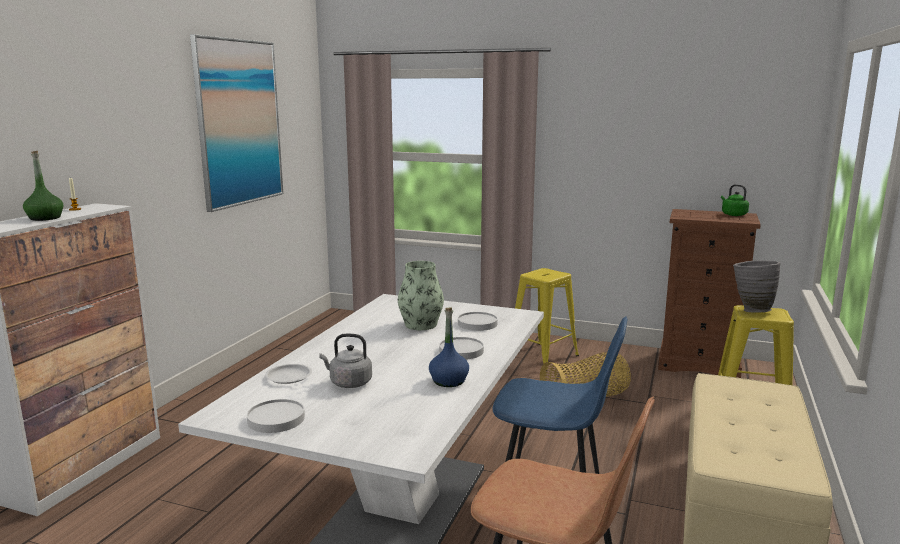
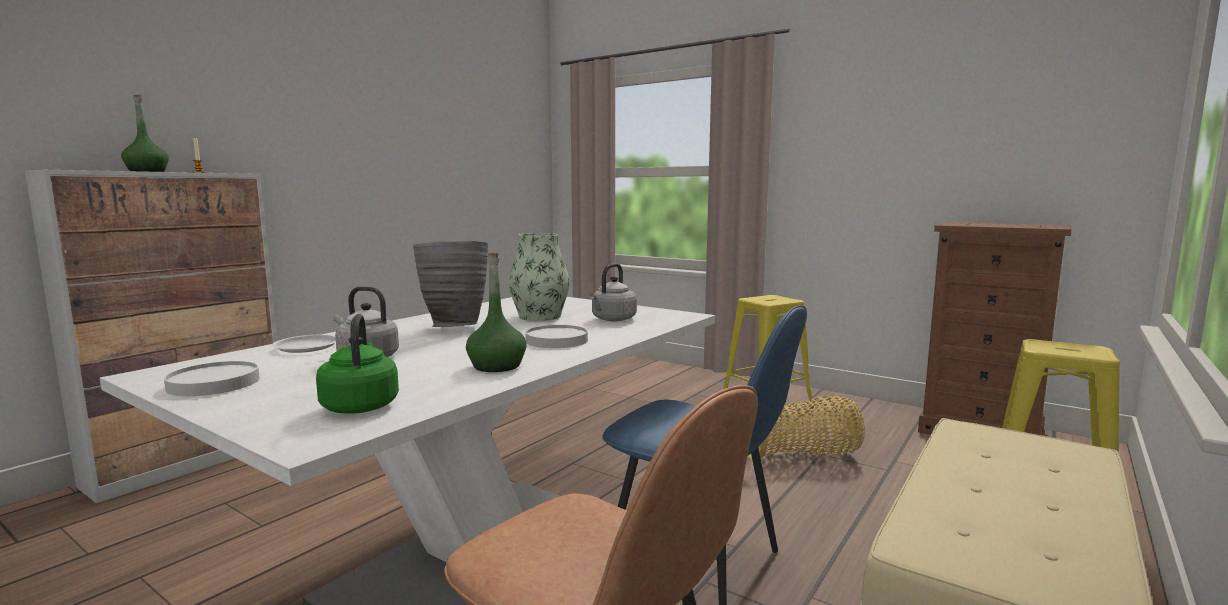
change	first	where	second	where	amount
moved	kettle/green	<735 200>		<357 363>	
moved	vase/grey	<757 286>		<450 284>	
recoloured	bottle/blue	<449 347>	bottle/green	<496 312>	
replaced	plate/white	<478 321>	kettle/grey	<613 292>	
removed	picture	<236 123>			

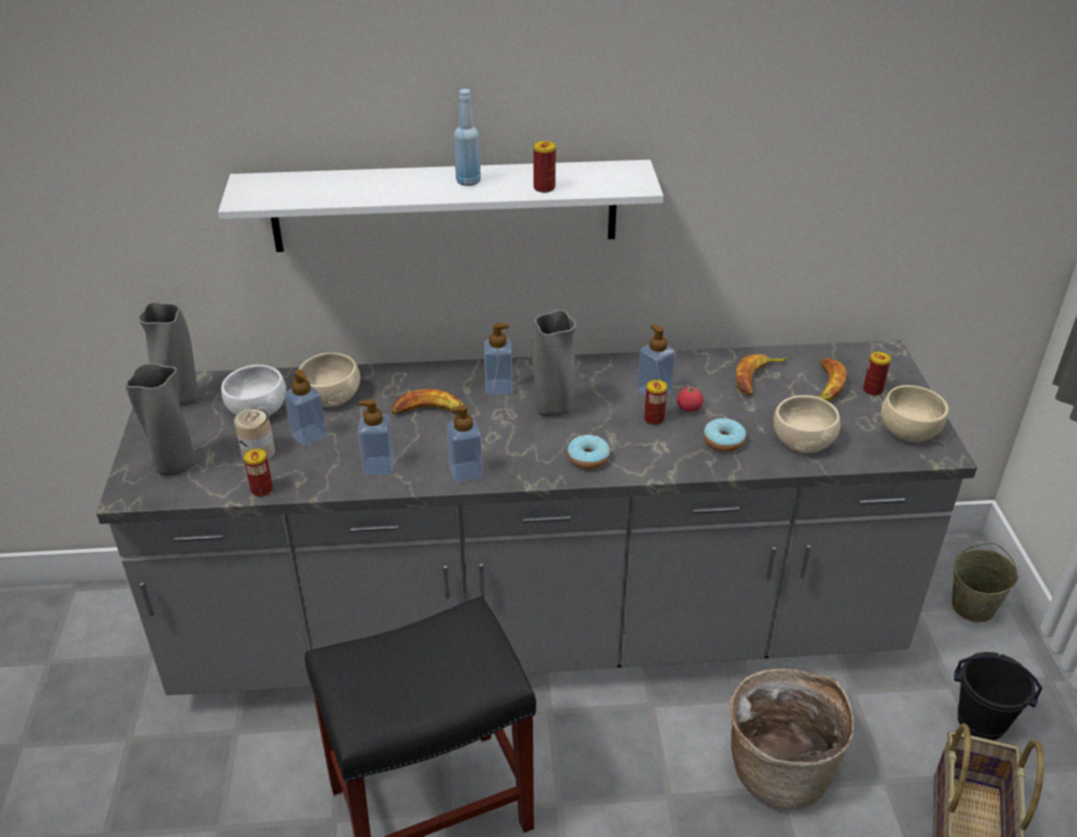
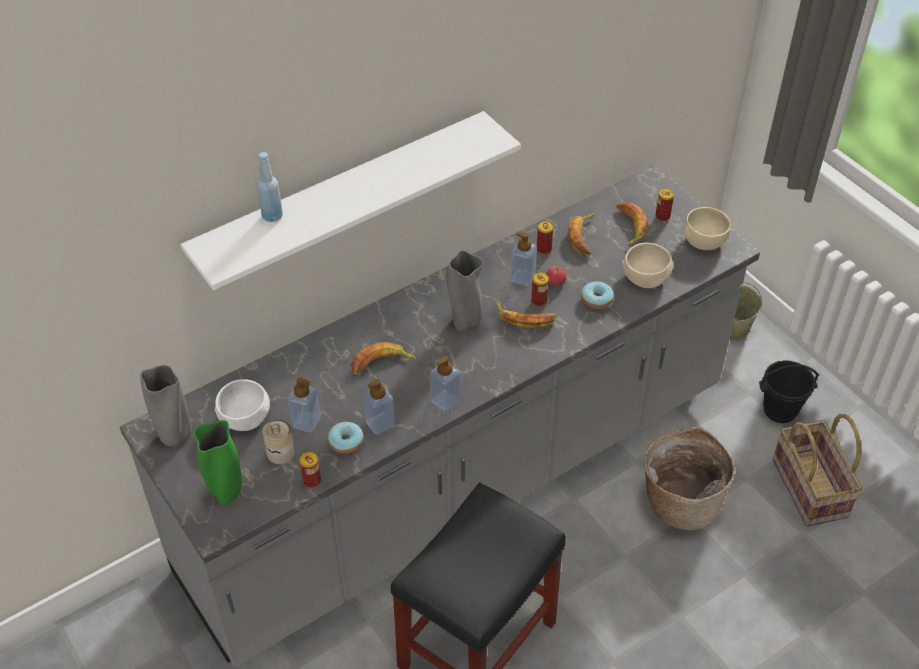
change	first	where	second	where	amount
recoloured	vase/grey	<160 419>	vase/green	<218 462>	
moved	bottle/blue	<467 137>		<270 187>	
moved	donut	<588 452>		<346 438>	
added			banana	<525 314>	
moved	can	<544 167>		<545 238>	
removed	bowl/beige	<329 380>			
removed	soap dispenser	<498 359>			

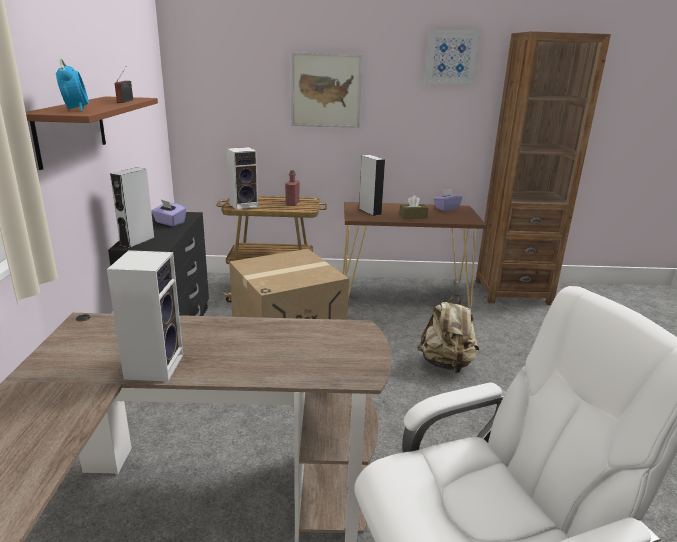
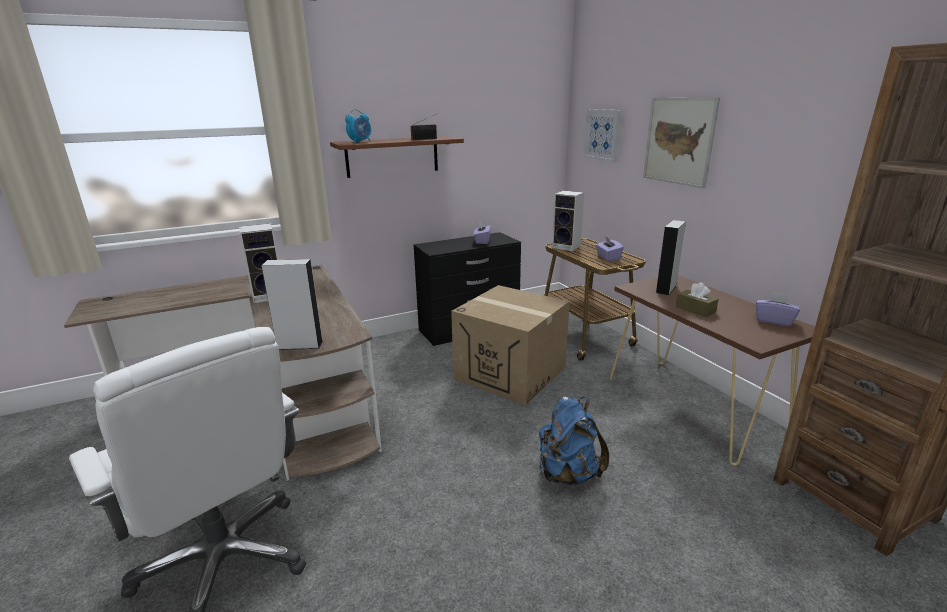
change	first	where	second	where	amount
moved	speaker/grey	<132 207>		<292 304>	
recoloured	backpack/beige	<448 334>	backpack/blue	<574 440>	
moved	picture	<452 57>		<603 136>	
replaced	bottle/red	<292 188>	tissue box/purple	<610 248>	

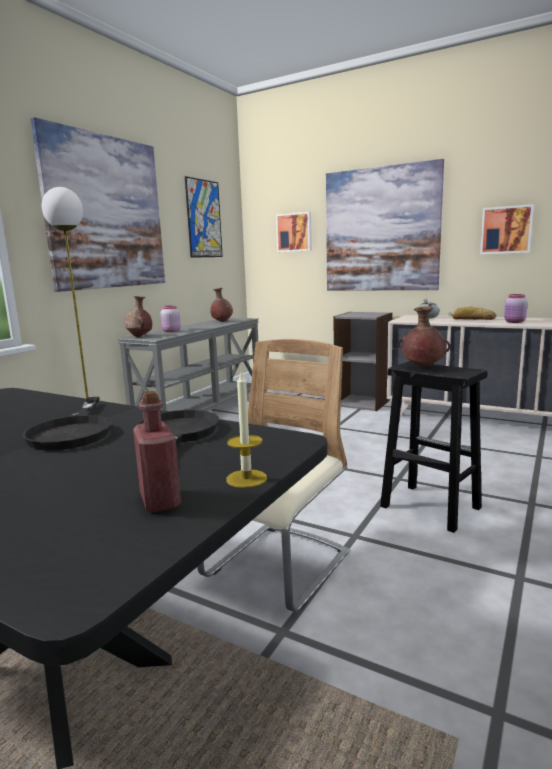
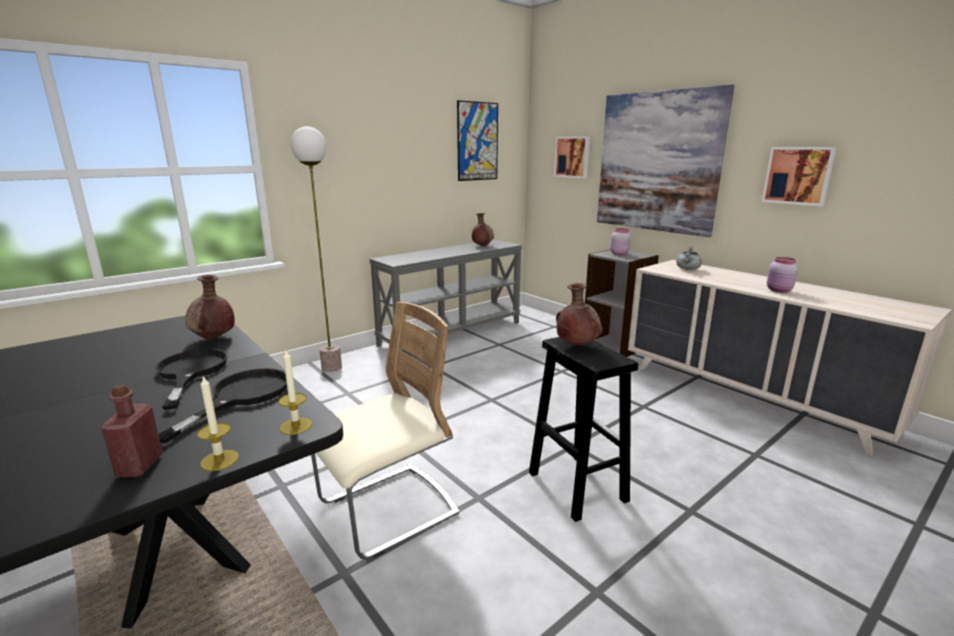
change	first	where	second	where	amount
turned	frying pan/black	<67 423>		<191 379>	150 degrees clockwise
moved	vase/brown	<138 316>		<210 307>	
added			candle	<295 392>	
moved	jar/pink	<170 318>		<621 241>	
removed	picture	<97 204>			
removed	bread	<474 313>			

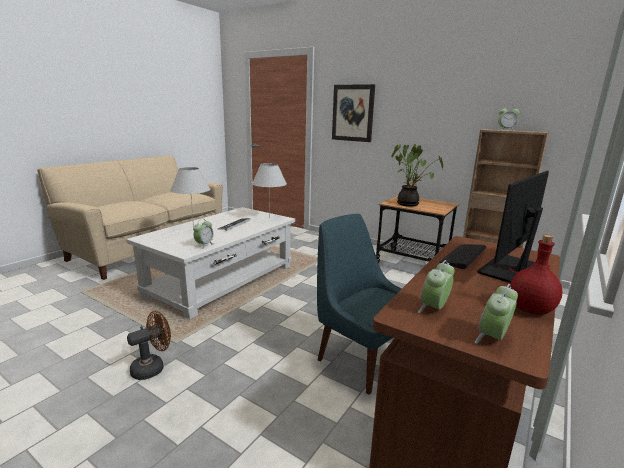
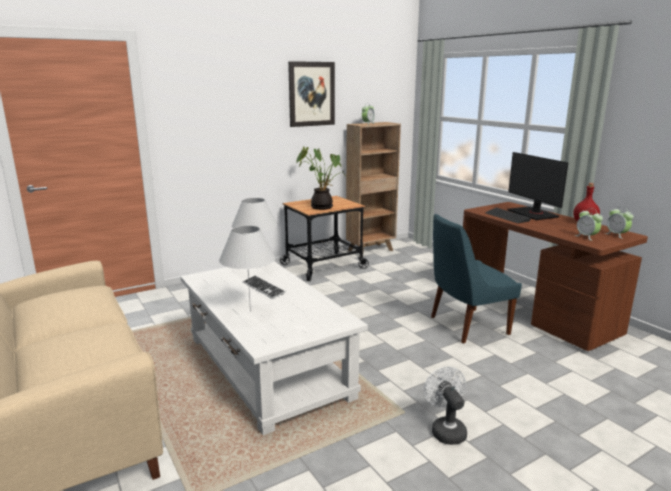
change	first	where	second	where	amount
moved	picture	<353 113>		<311 94>	
recoloured	fan/brown	<149 345>	fan/white	<445 406>	
removed	alarm clock	<204 234>			

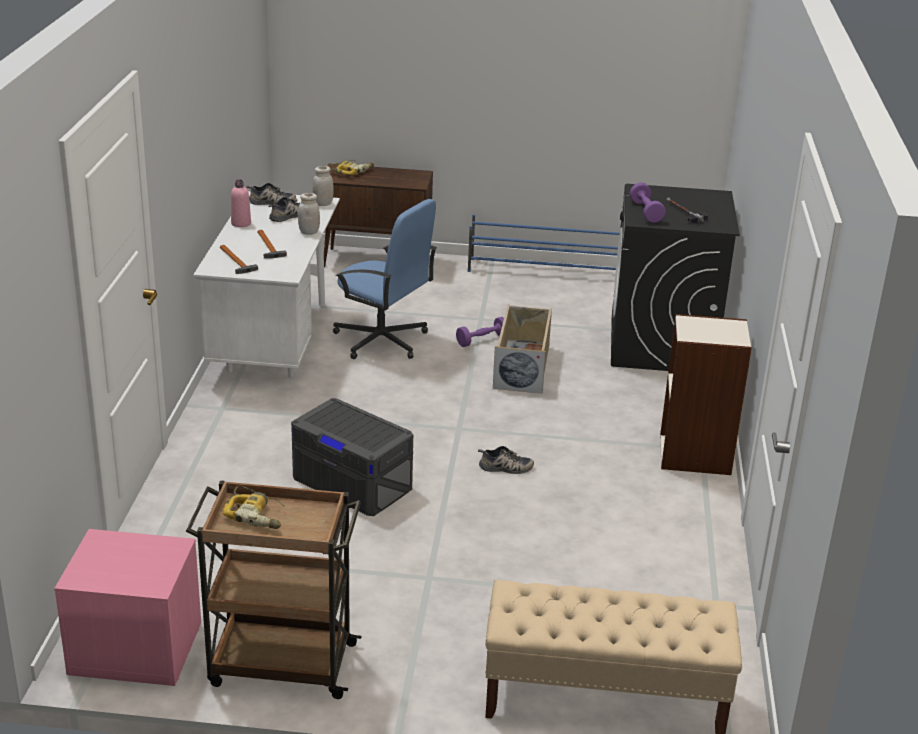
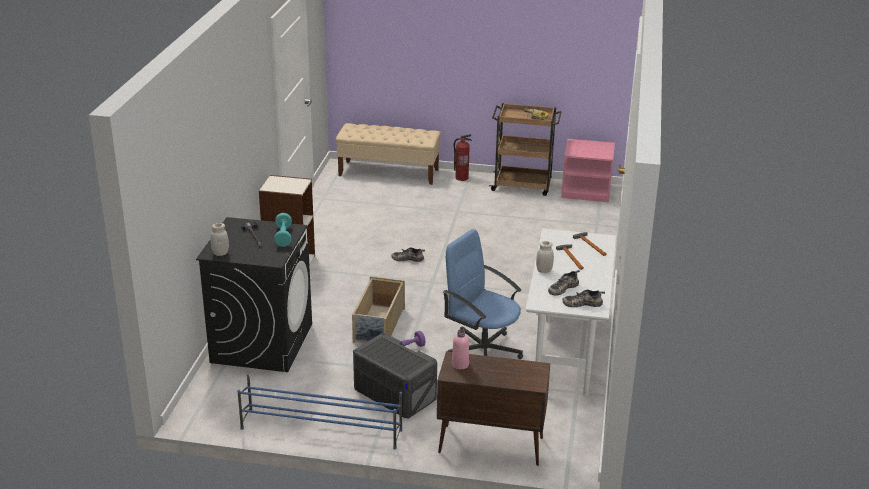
change	first	where	second	where	amount
moved	jar/white	<323 186>		<219 239>	
recoloured	dumbbell/purple	<648 203>	dumbbell/turquoise	<283 230>	
moved	storage box/grey	<352 457>		<395 375>	
moved	bottle/pink	<241 203>		<460 349>	
added			fire extinguisher	<462 157>	
removed	power drill	<351 167>			

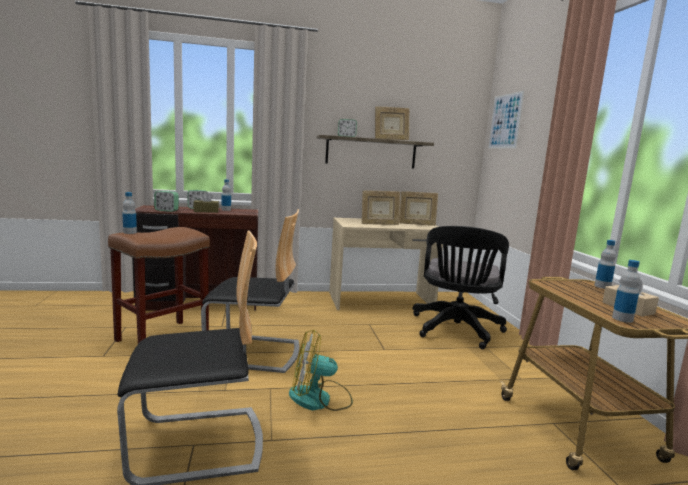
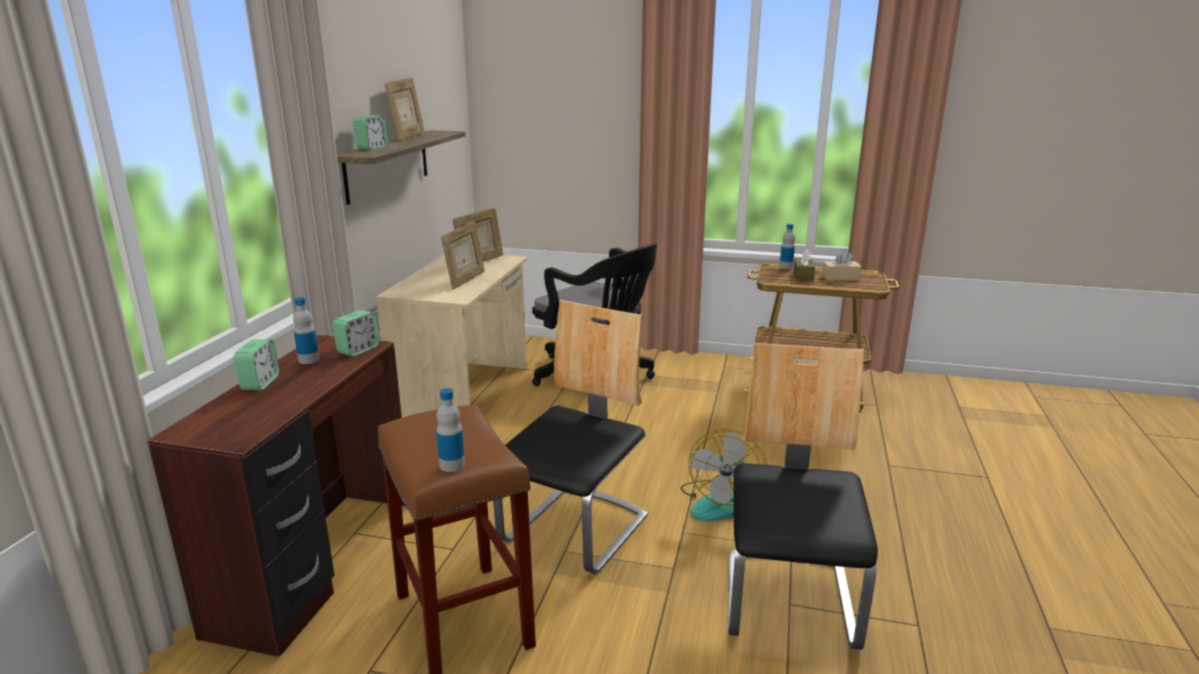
change	first	where	second	where	amount
moved	alarm clock	<166 201>		<356 333>	
moved	tissue box/brown	<206 202>		<804 265>	
removed	picture	<506 119>			
removed	bottle	<626 291>			

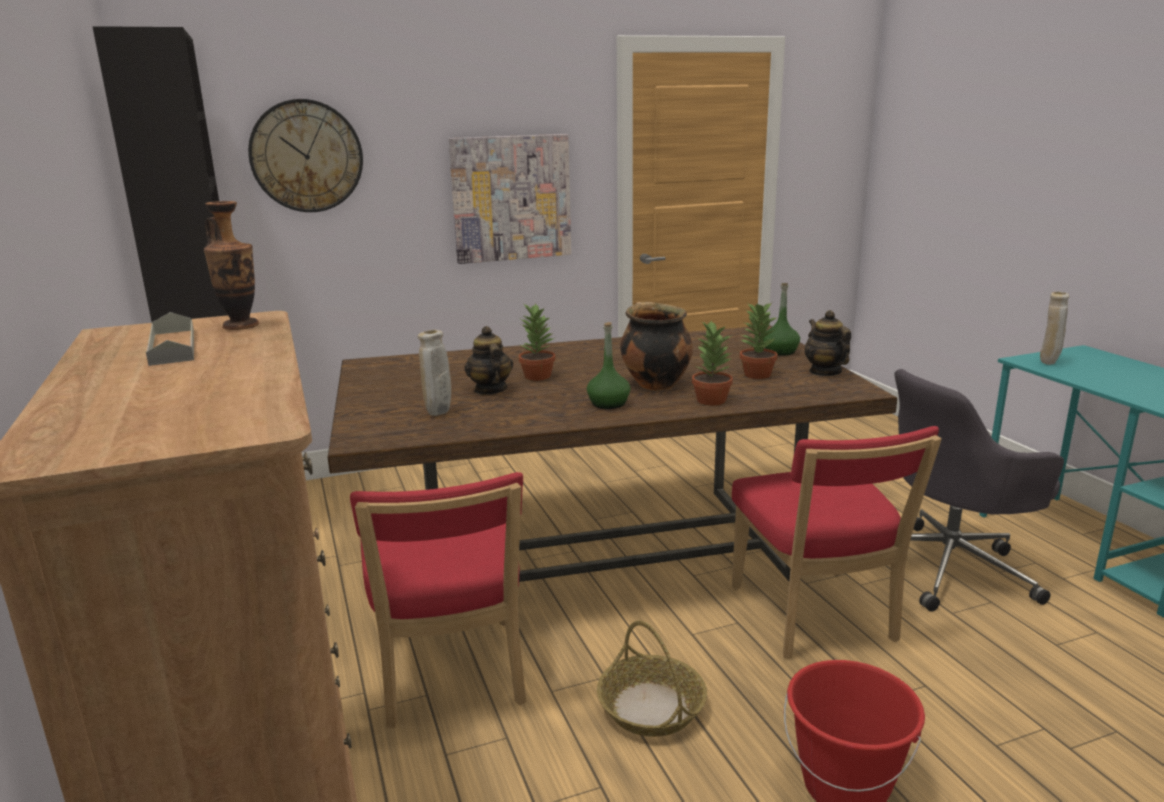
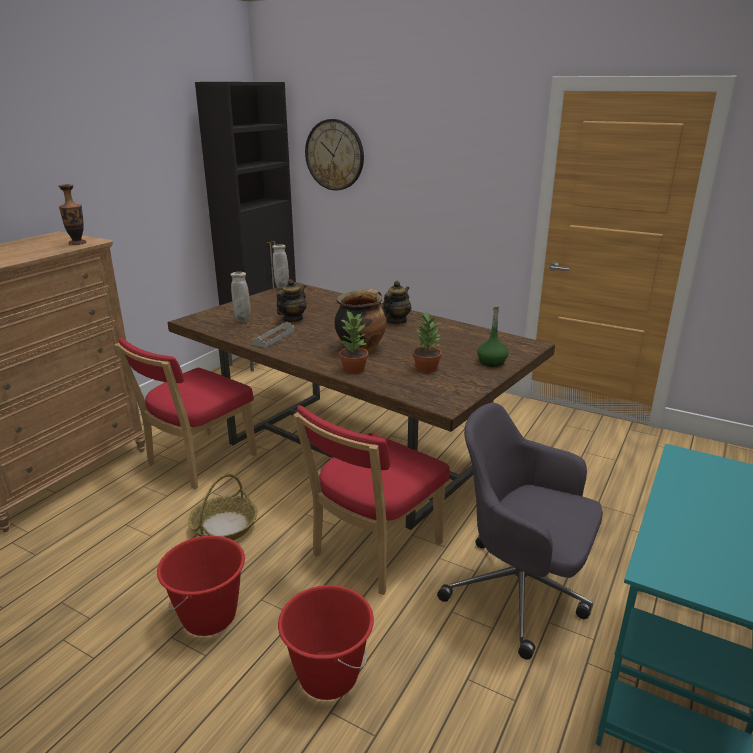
change	first	where	second	where	amount
moved	tray/grey	<170 339>		<273 335>	
moved	vase/beige	<1054 328>		<280 266>	
added			bucket/red	<326 642>	
moved	teapot	<828 343>		<396 302>	
removed	picture	<510 199>			
removed	potted plant	<537 342>			
removed	bottle/green	<609 365>			

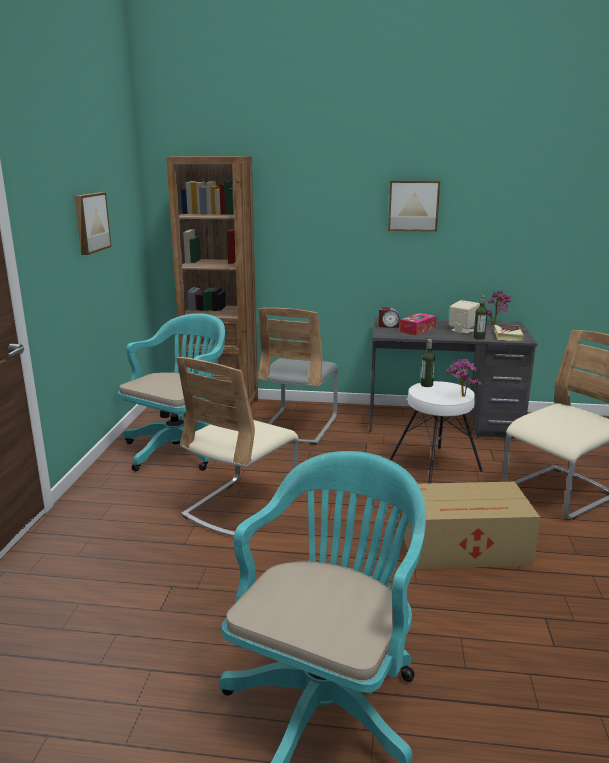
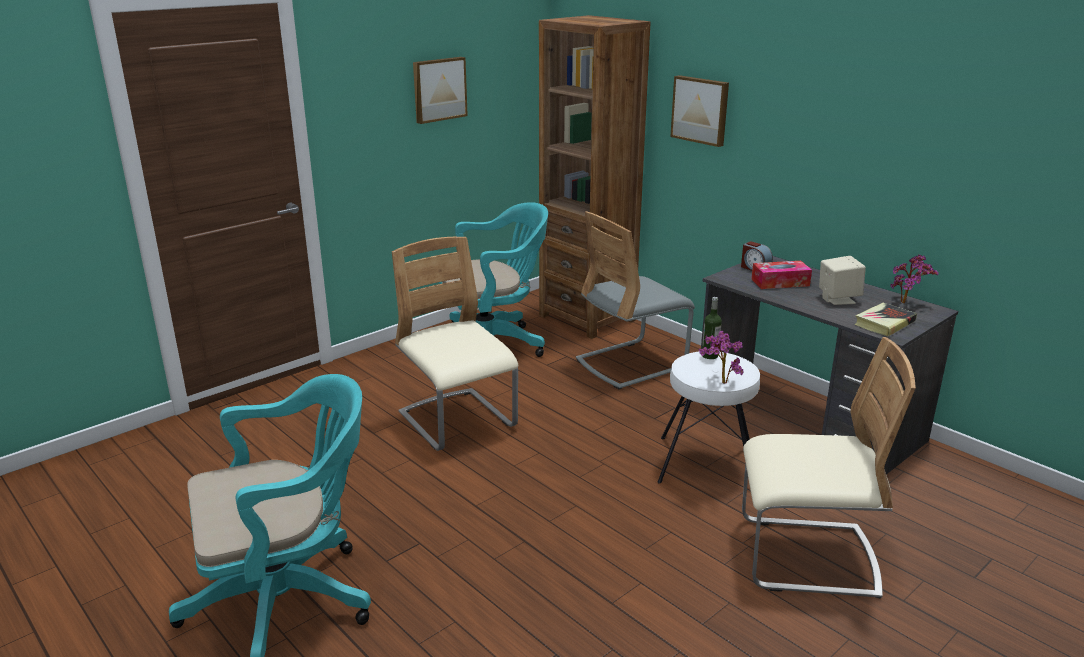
change	first	where	second	where	amount
turned	chair/beige	<237 447>		<455 344>	75 degrees clockwise
moved	picture	<414 206>		<699 111>	
removed	cardboard box	<471 525>			
removed	bottle	<480 317>			

